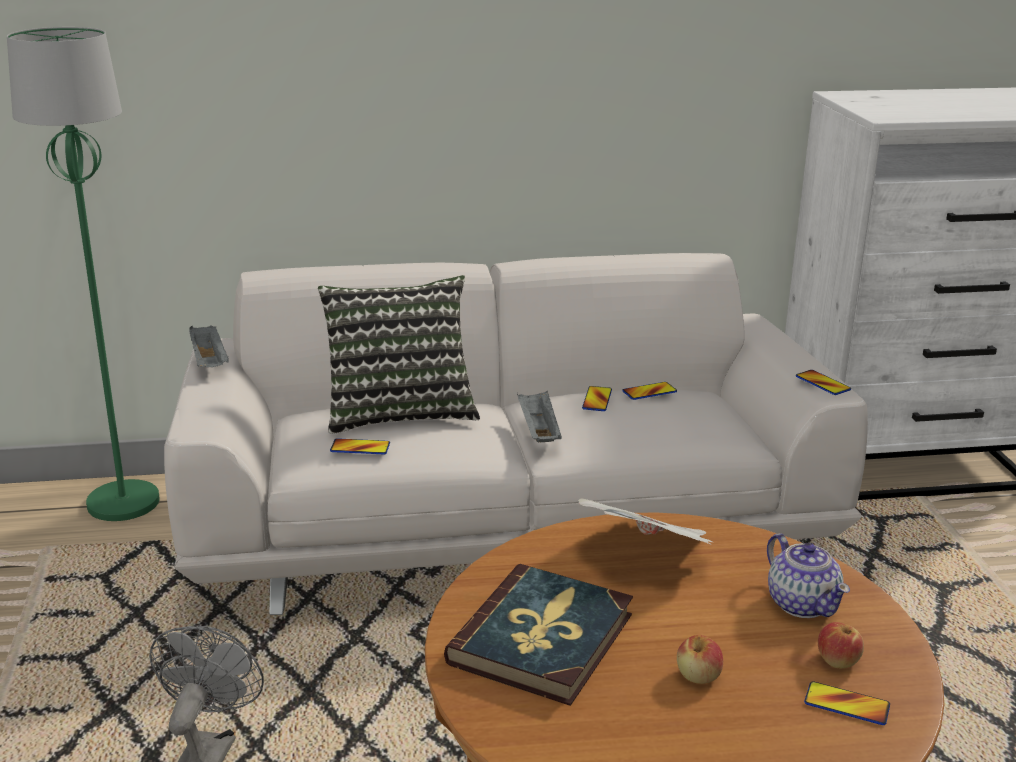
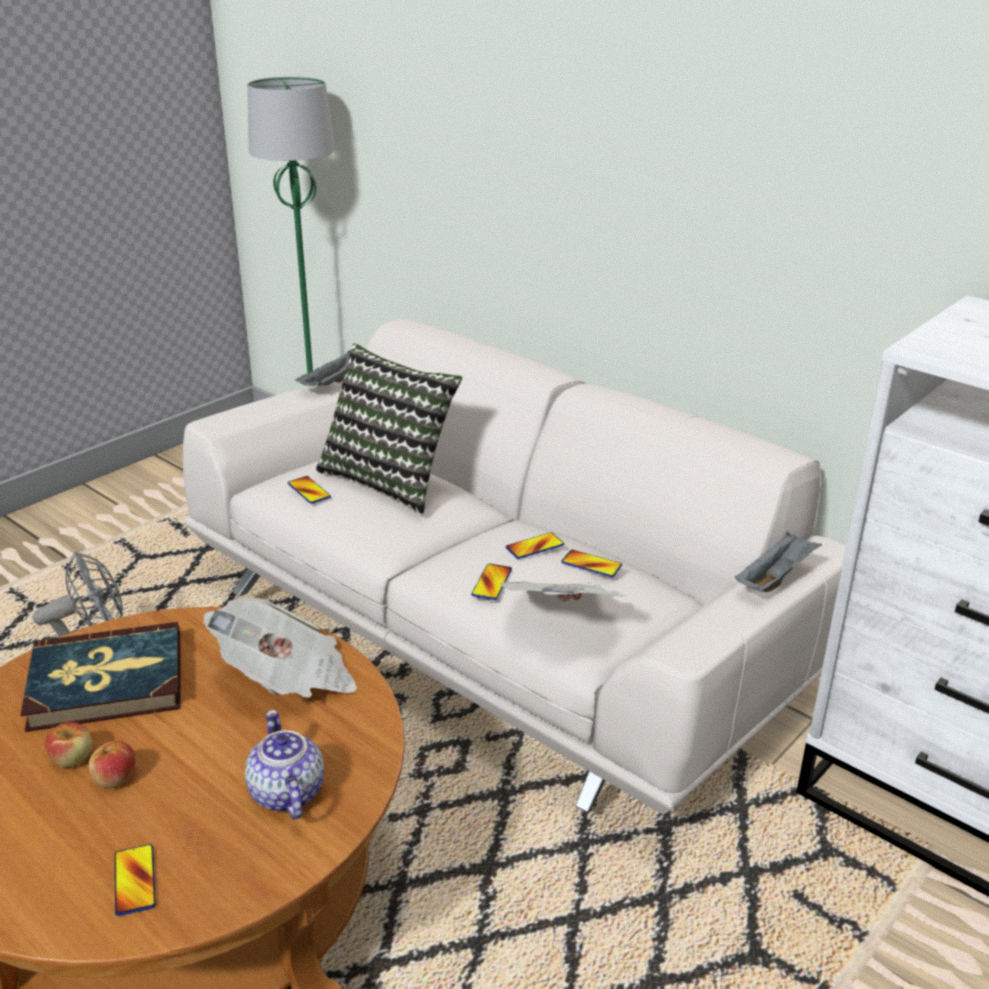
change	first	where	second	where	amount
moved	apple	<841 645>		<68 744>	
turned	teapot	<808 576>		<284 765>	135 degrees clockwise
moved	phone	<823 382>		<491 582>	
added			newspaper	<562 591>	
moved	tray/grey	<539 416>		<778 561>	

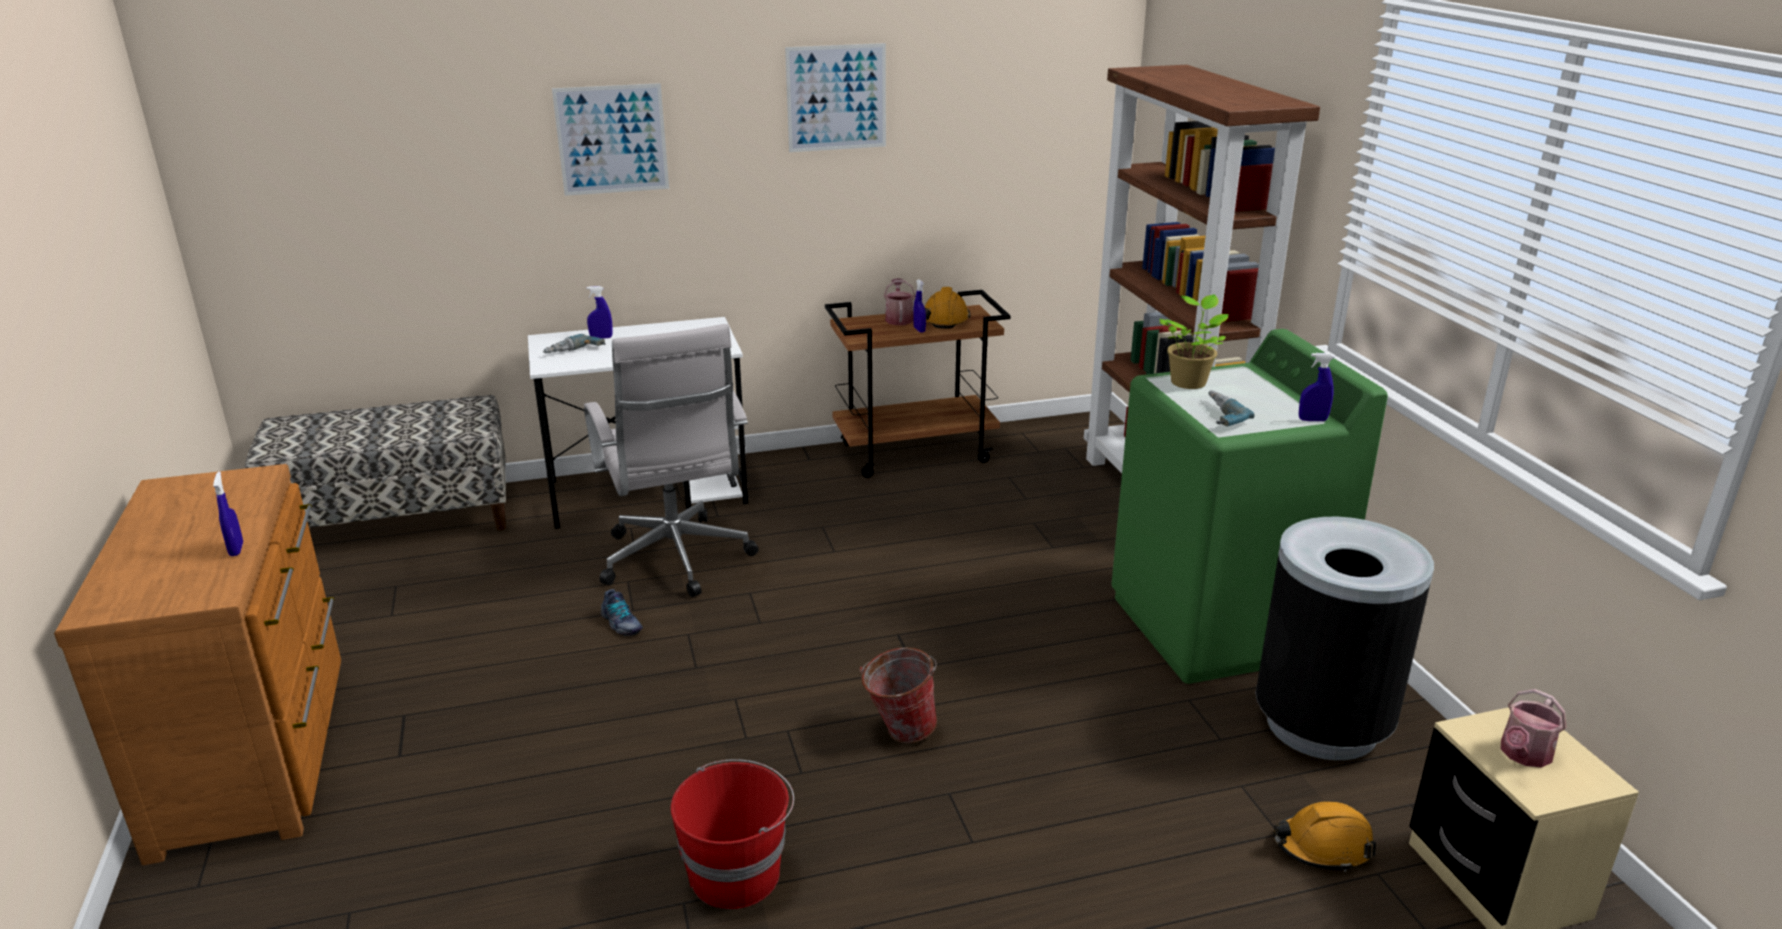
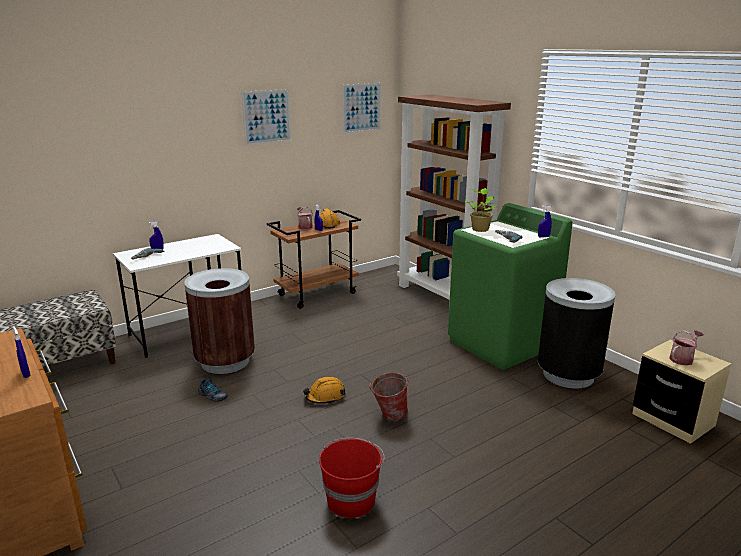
change	first	where	second	where	amount
replaced	office chair/white	<671 460>	trash can/brown	<219 321>	
moved	hard hat/orange	<1325 836>		<324 390>	
moved	picture	<610 139>		<361 108>	
turned	watering can	<1533 728>		<686 348>	150 degrees counterclockwise

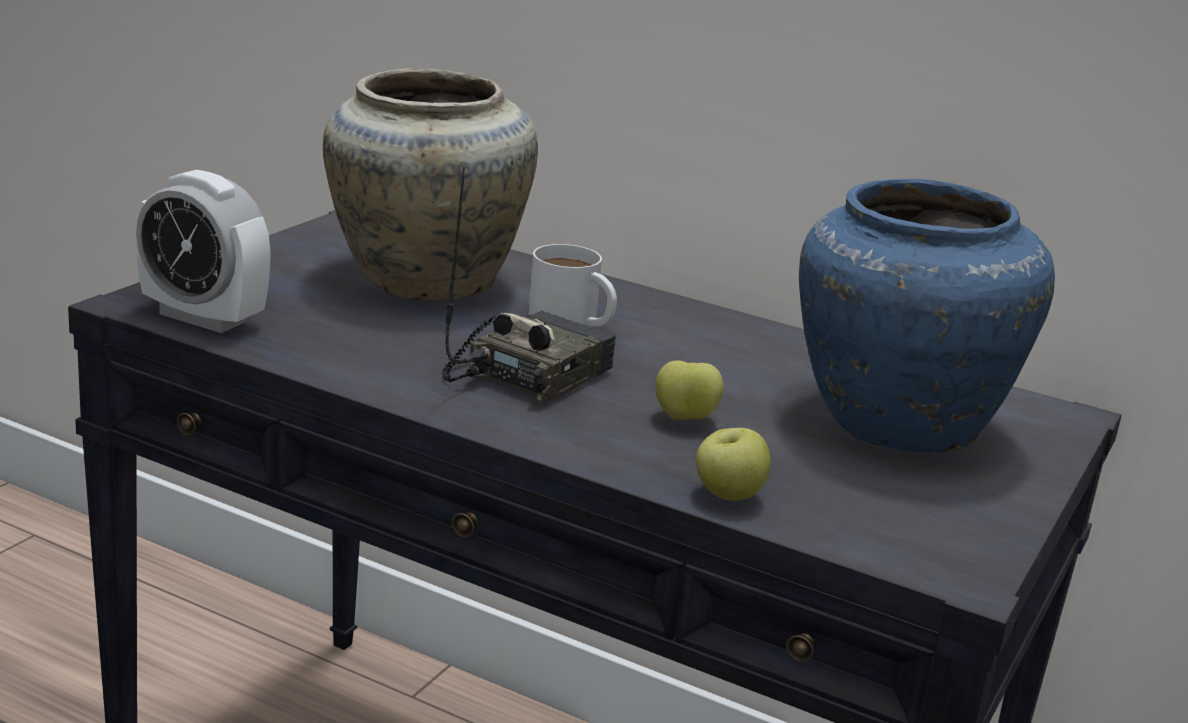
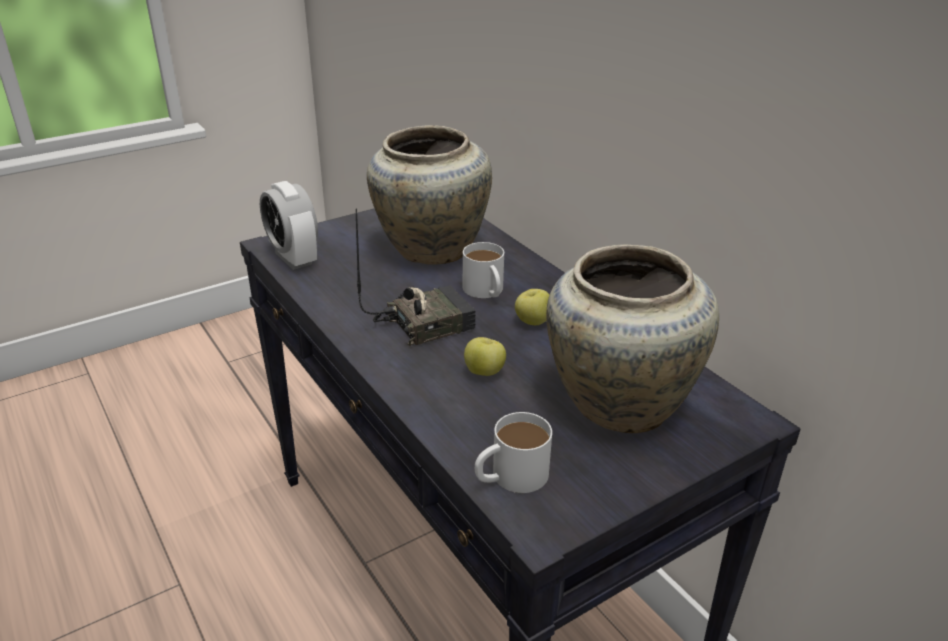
change	first	where	second	where	amount
added			mug/white	<513 452>	
moved	apple	<733 464>		<532 307>	
recoloured	vase/blue	<927 315>	vase/beige	<632 338>	

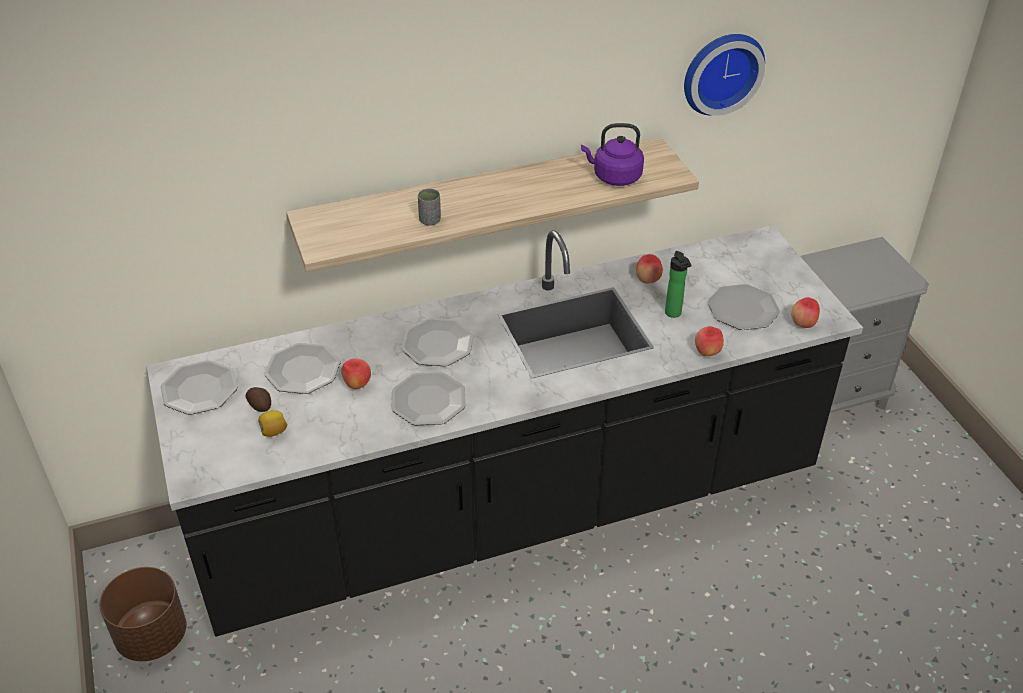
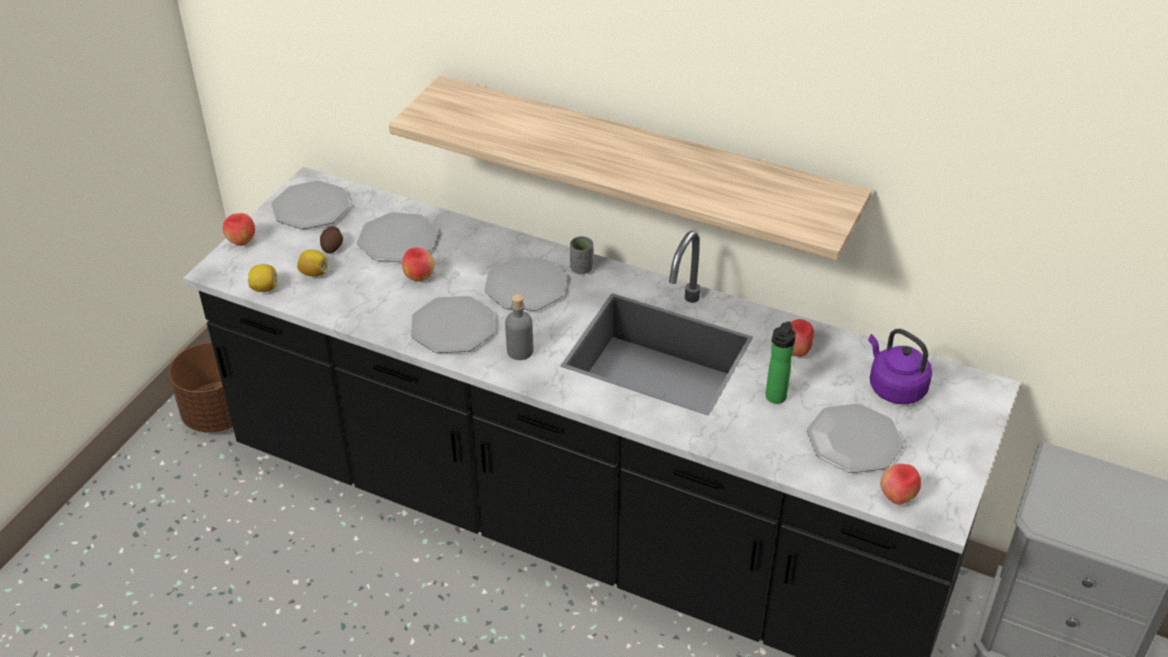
change	first	where	second	where	amount
moved	apple	<709 341>		<239 229>	
added			lemon	<263 278>	
added			bottle/grey	<519 327>	
moved	cup/grey	<429 207>		<581 255>	
moved	kettle/purple	<612 154>		<900 366>	
removed	wall clock	<724 75>			

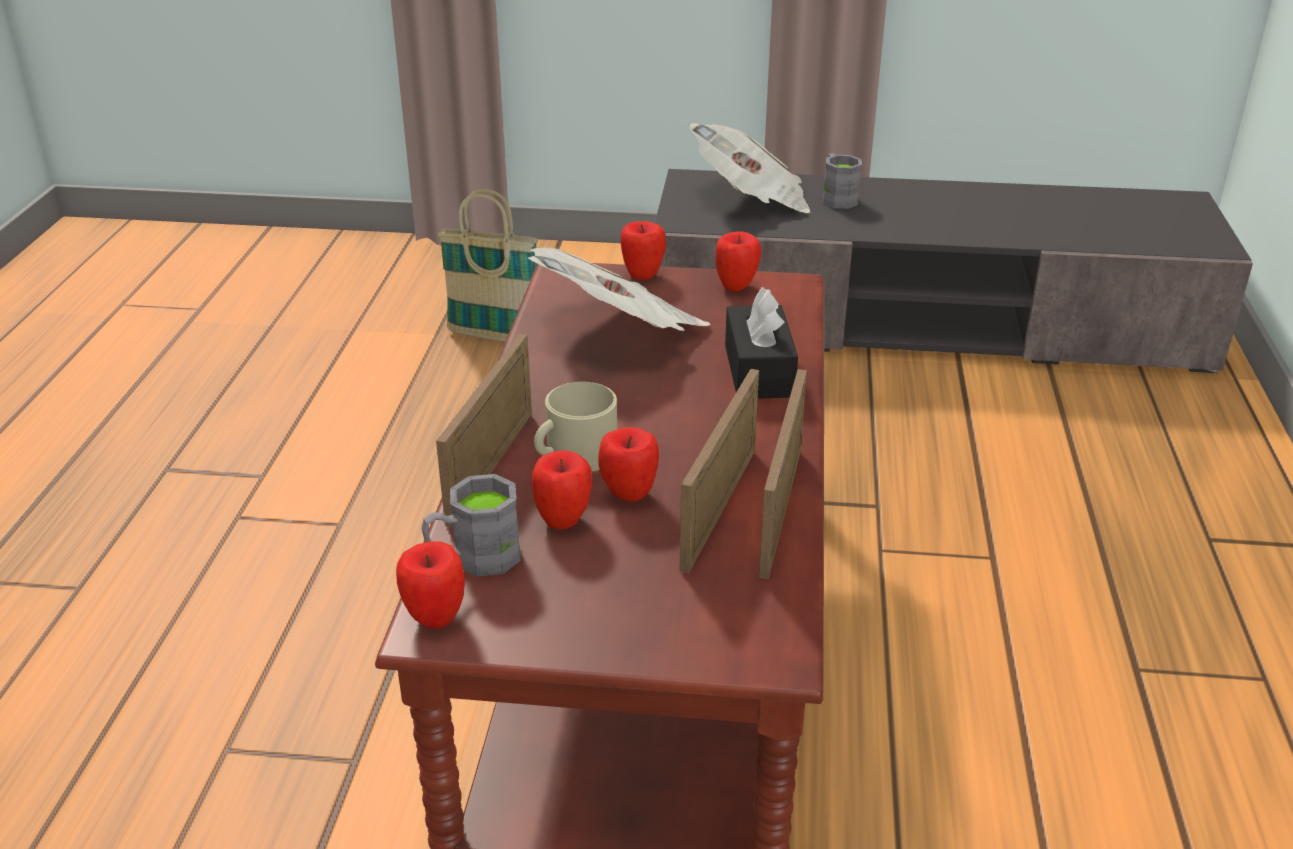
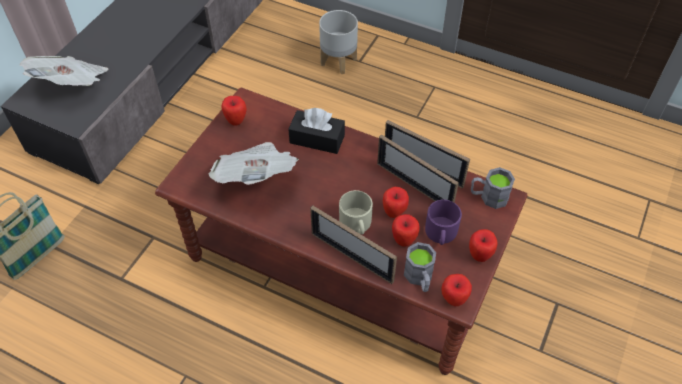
change	first	where	second	where	amount
added			planter/grey	<338 42>	
added			mug/purple	<443 222>	
moved	apple	<643 250>		<483 245>	
moved	mug/grey	<842 181>		<493 188>	

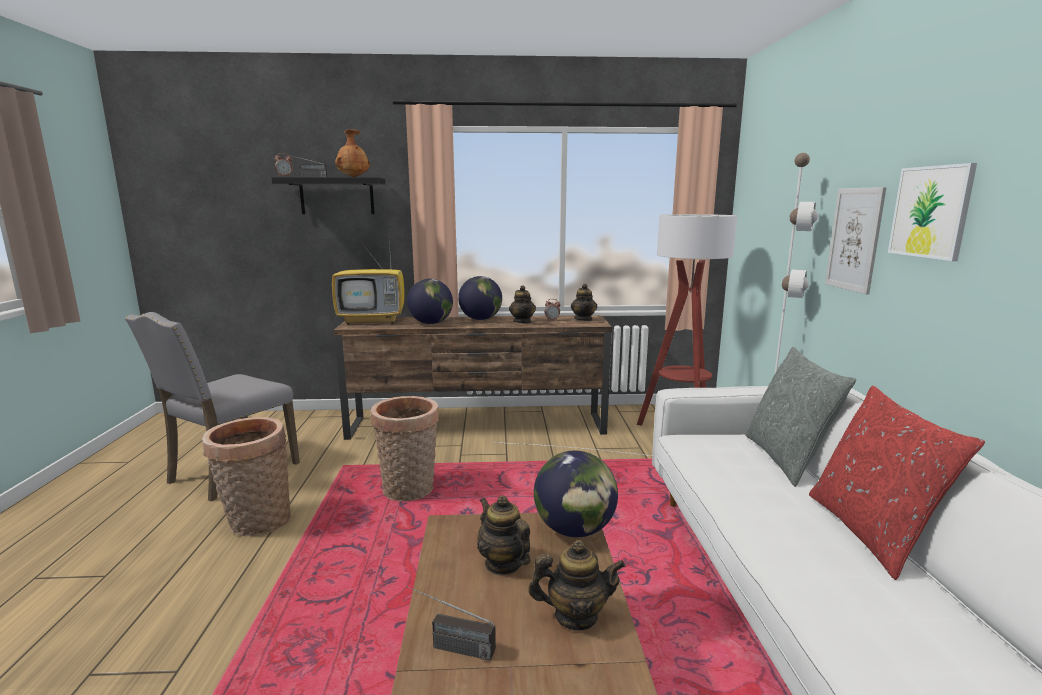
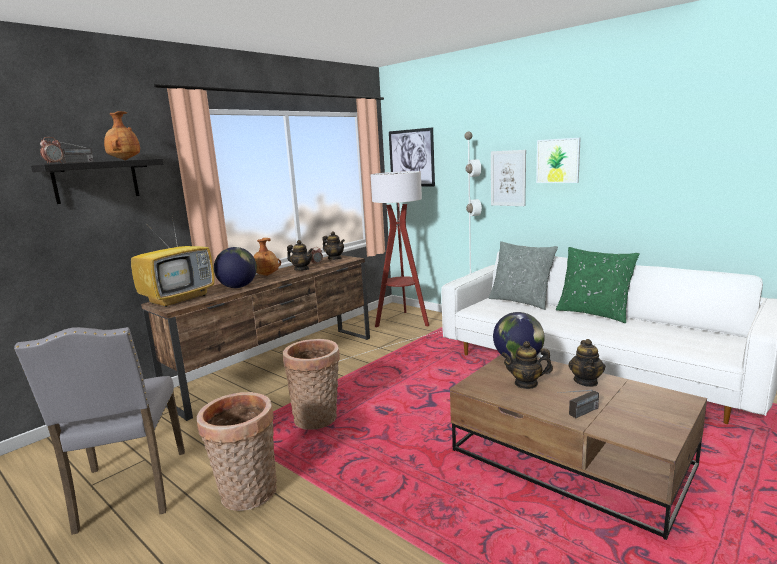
change	first	where	second	where	amount
replaced	globe	<480 298>	vase/brown	<267 257>	
added			picture	<412 156>	
recoloured	pillow/red	<897 483>	pillow/green	<598 285>	
turned	teapot	<576 585>		<586 363>	150 degrees clockwise

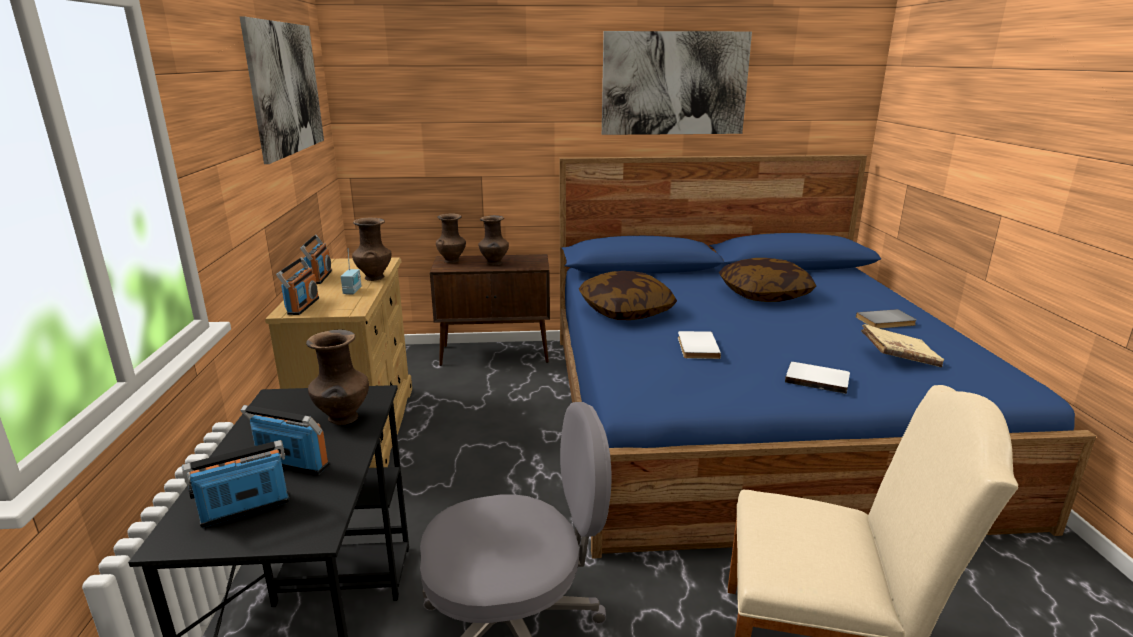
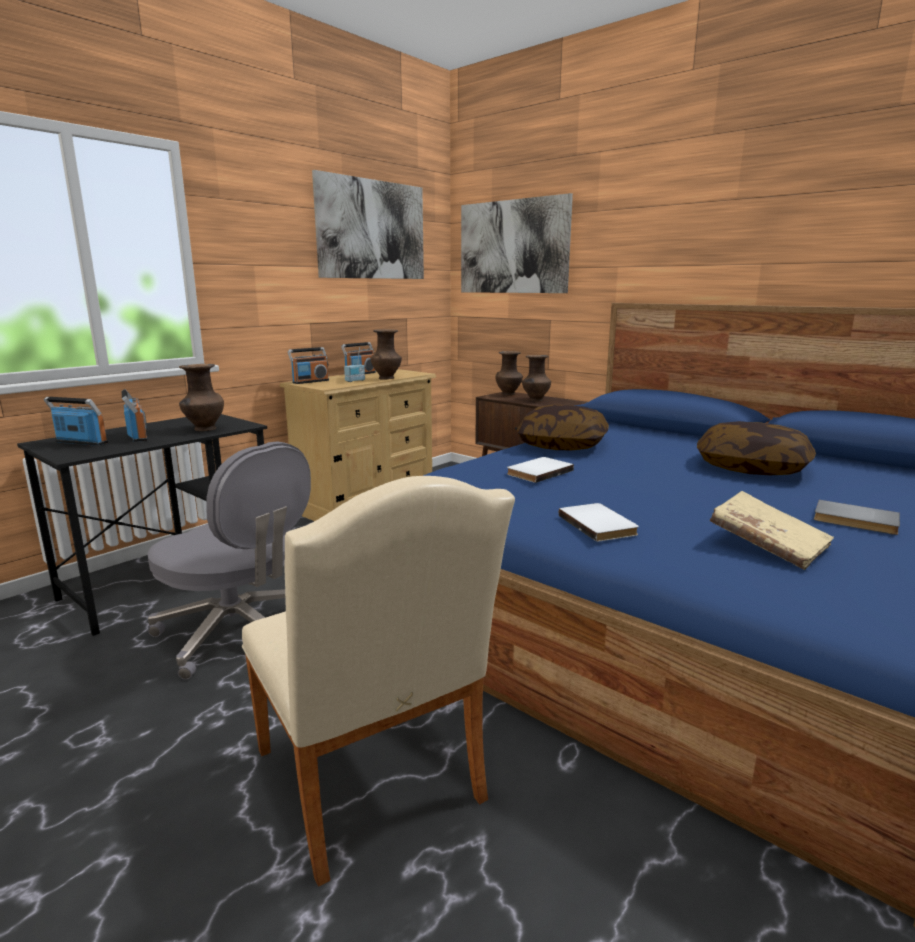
change	first	where	second	where	amount
moved	picture	<677 83>		<517 243>	

